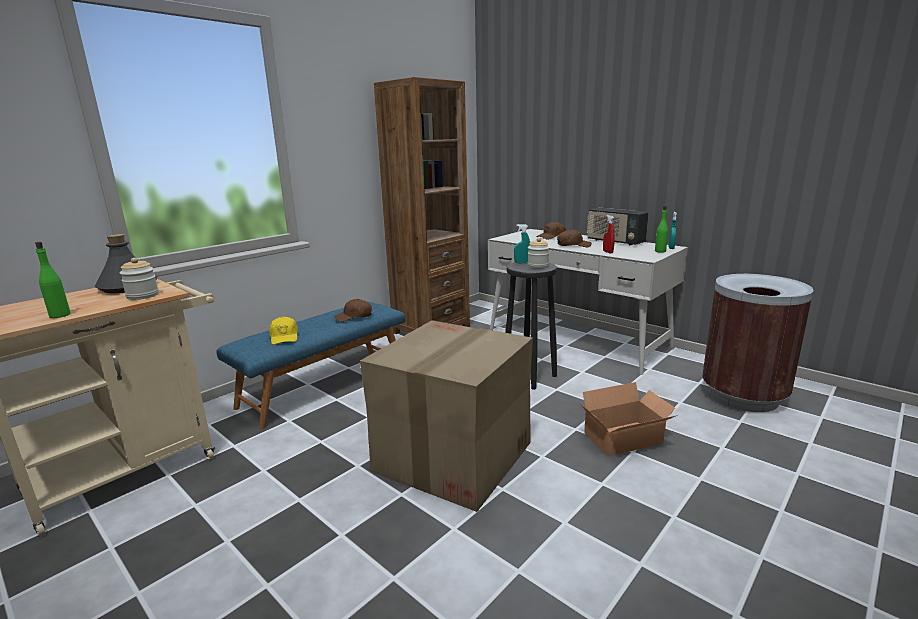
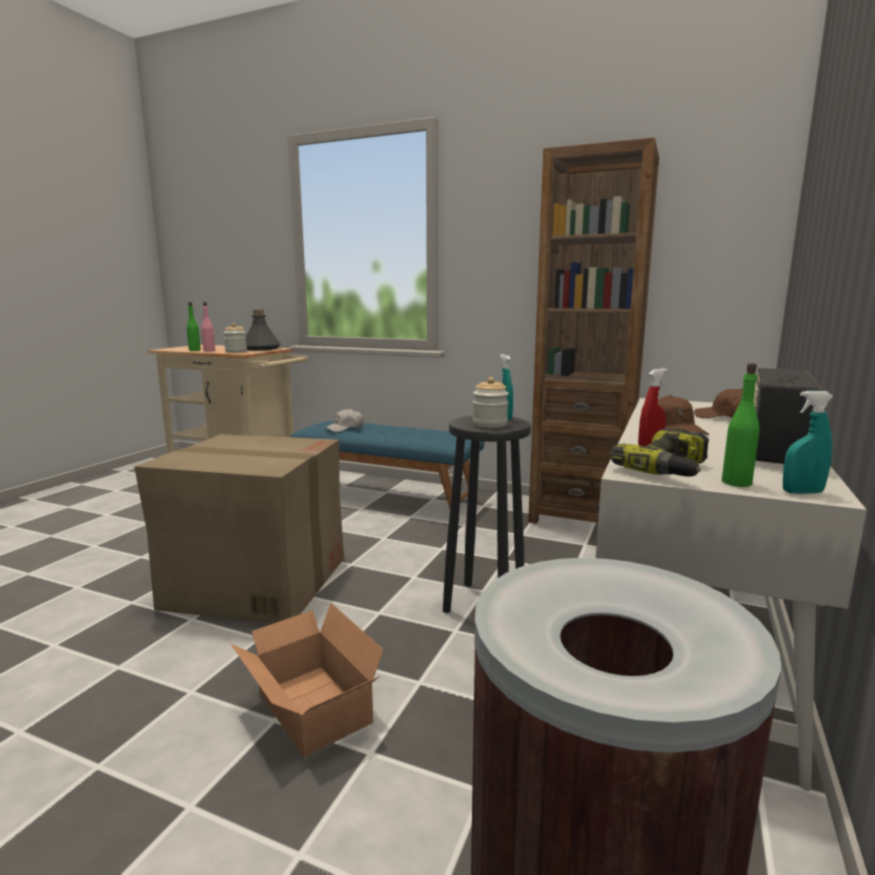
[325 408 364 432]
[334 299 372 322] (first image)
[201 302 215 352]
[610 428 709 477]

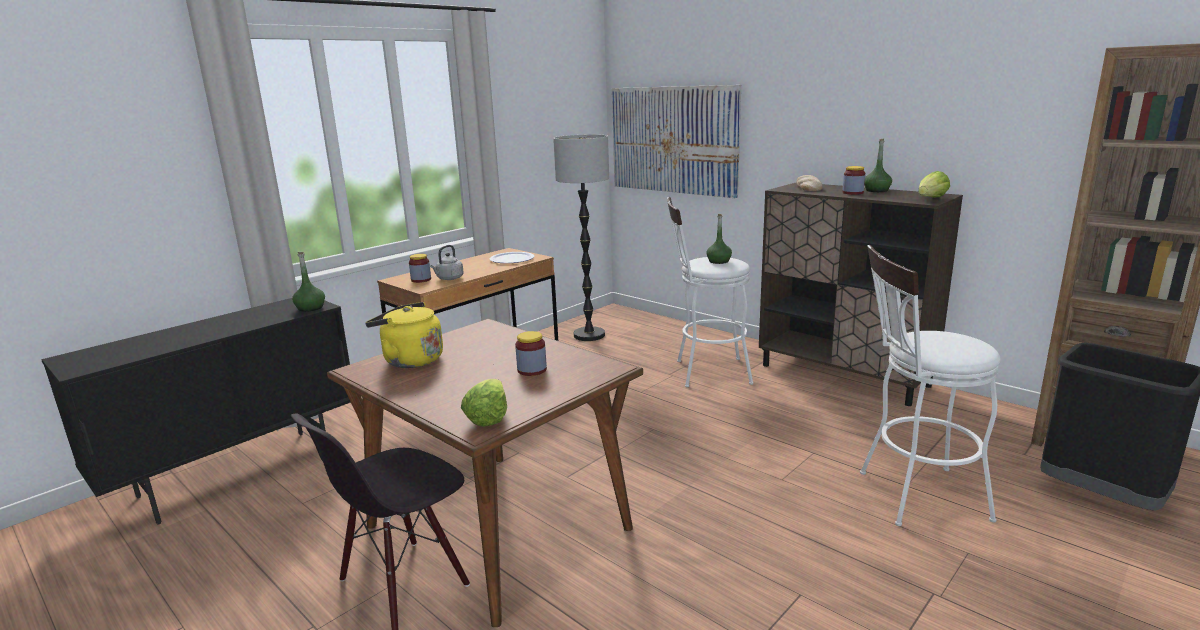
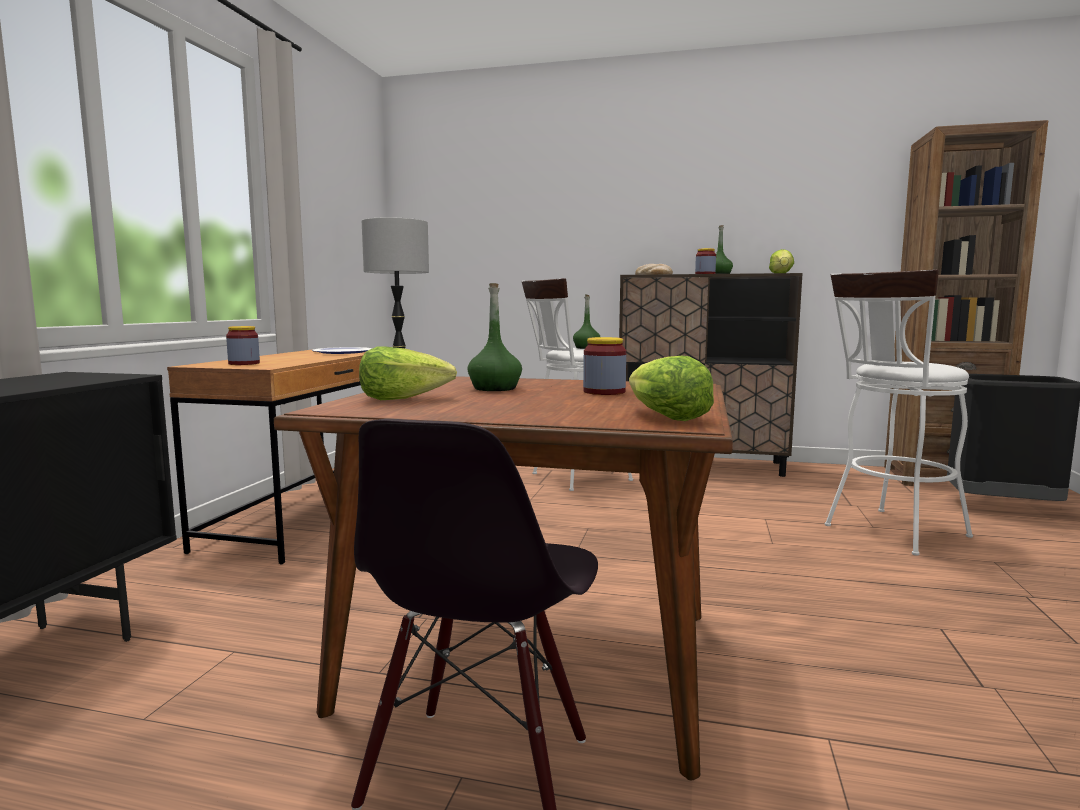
[468 283 522 391]
[359 347 457 400]
[430 245 464 280] (first image)
[612 85 741 198] (first image)

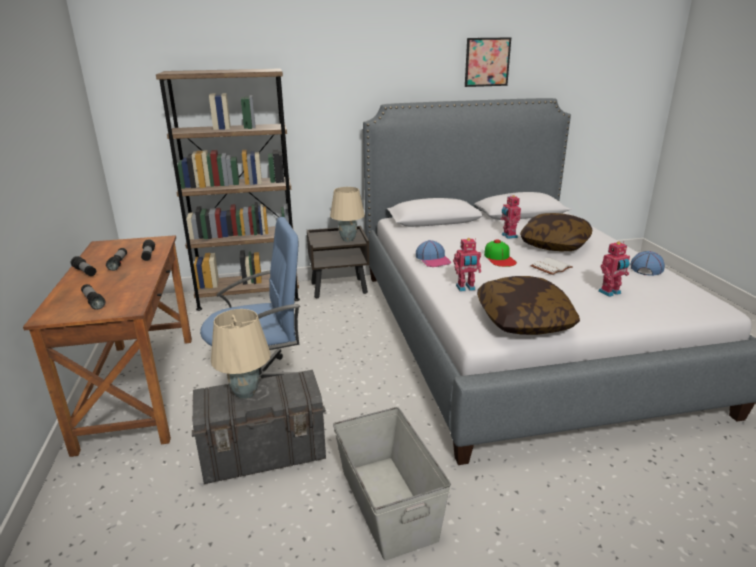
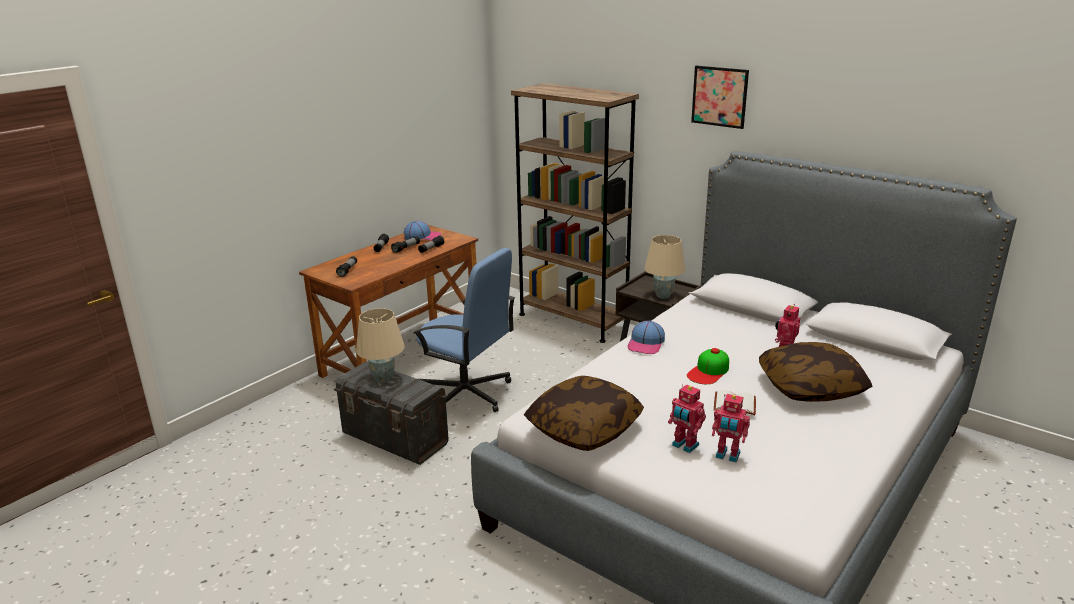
[333 407 451 561] (first image)
[668 384 706 453]
[691 66 749 129]
[404 221 441 240]

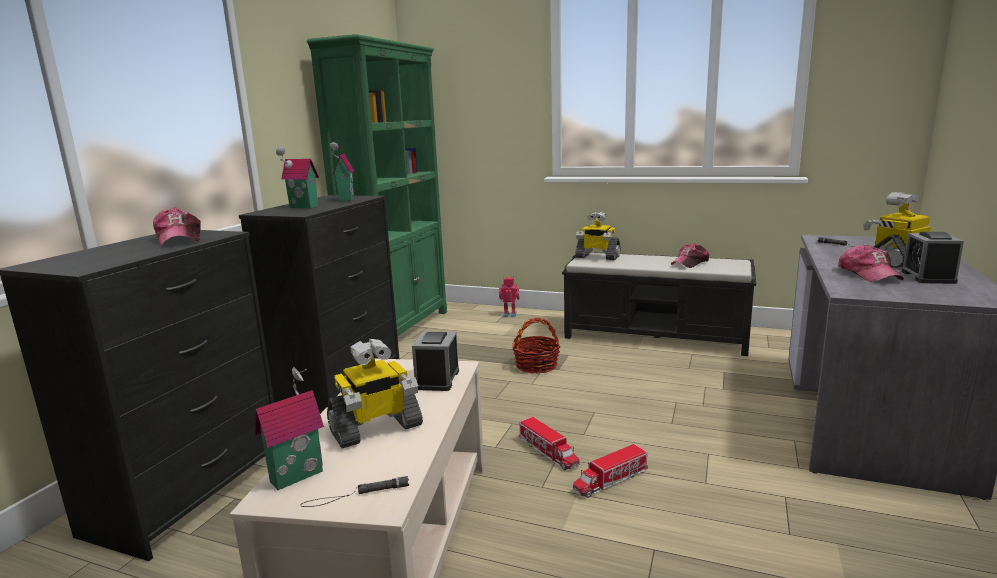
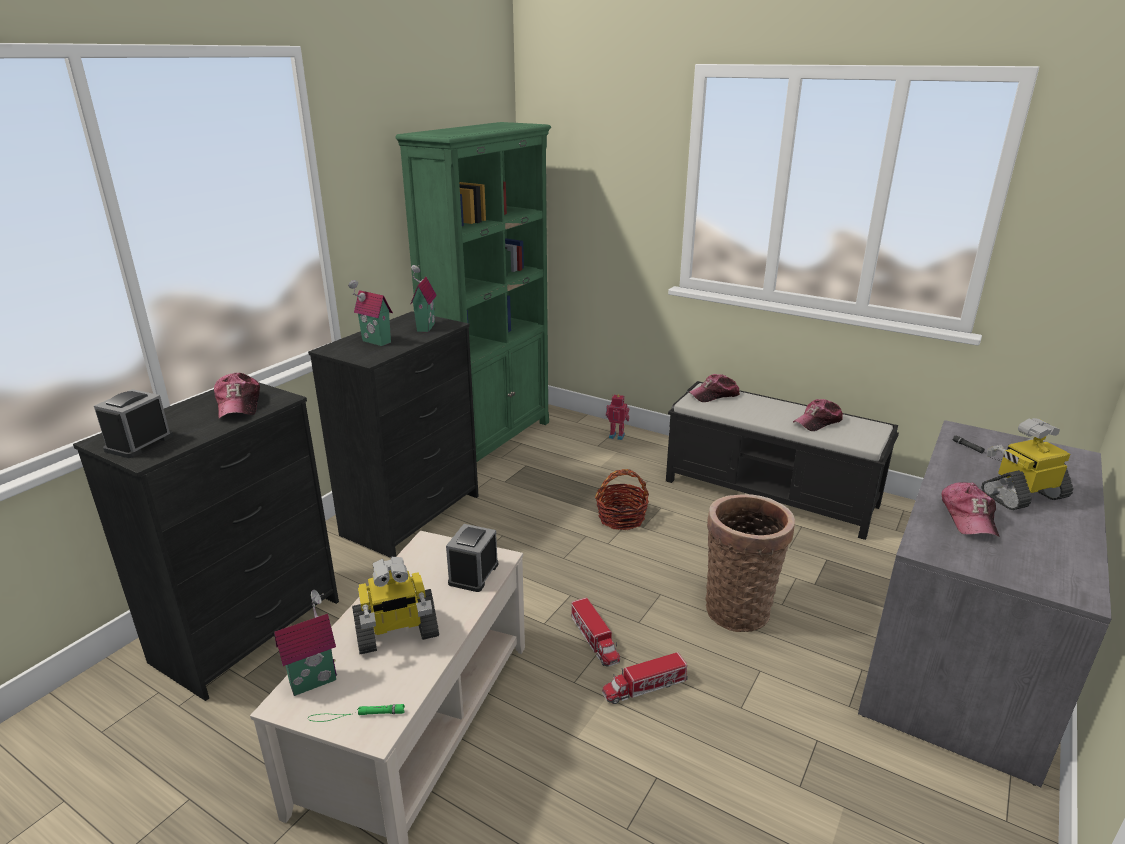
[308 704 405 722]
[689 374 740 402]
[94 389 173 458]
[705 494 795 632]

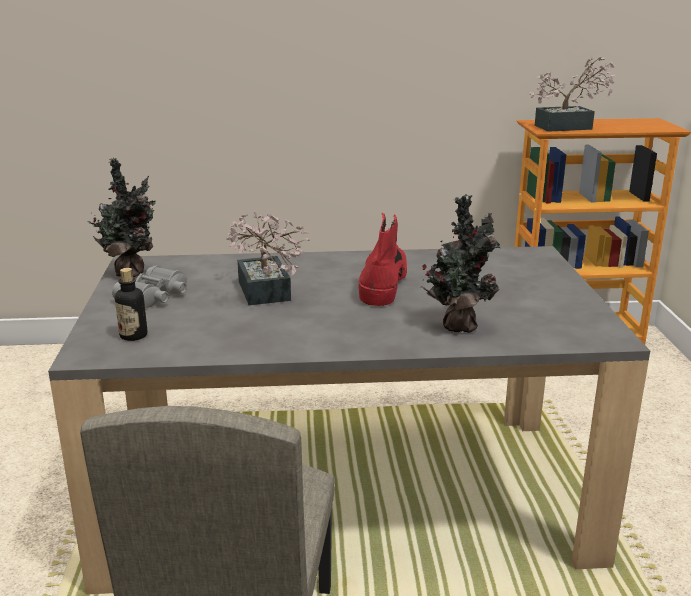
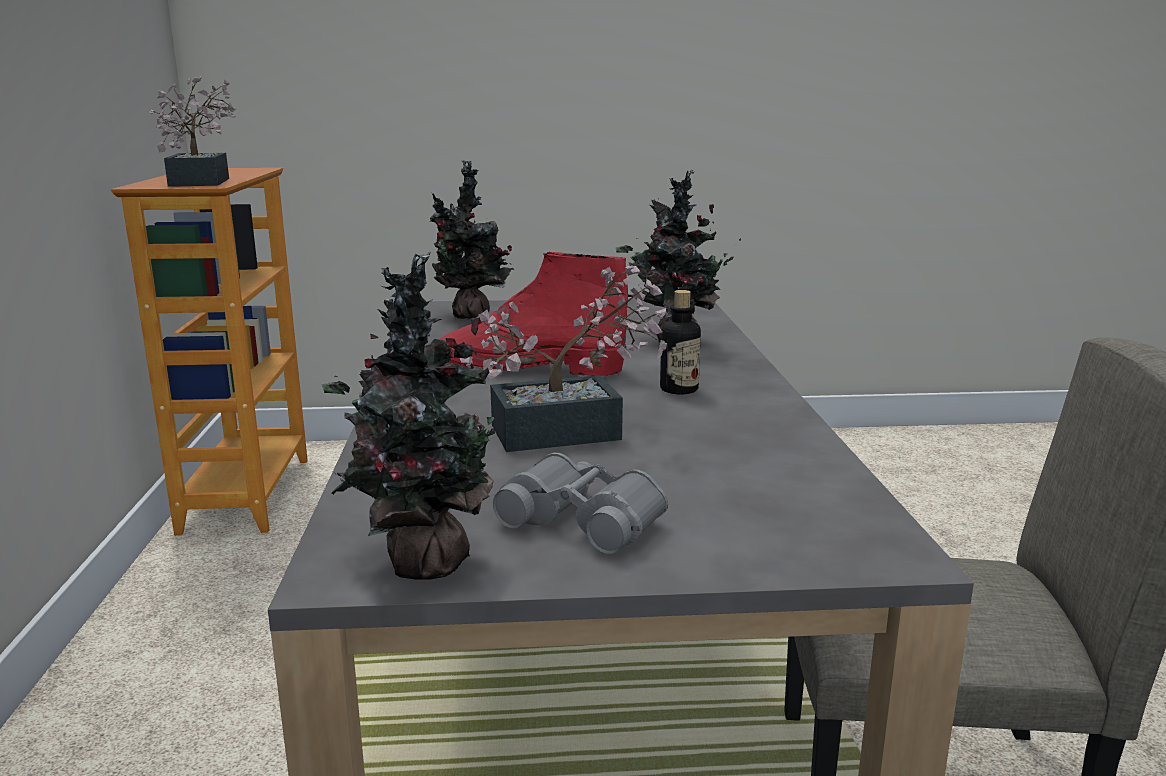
[660 290 701 395]
[430 160 514 319]

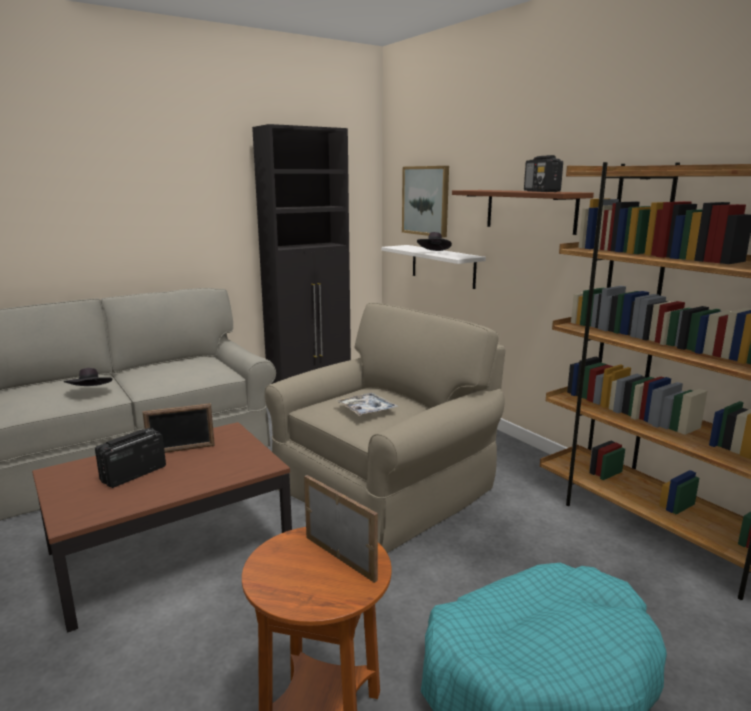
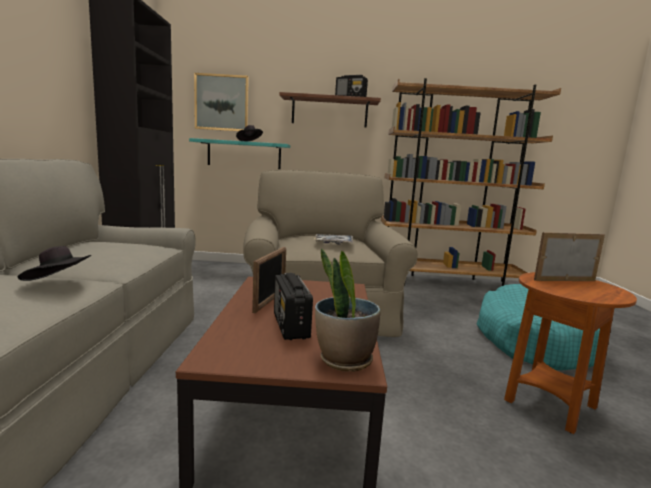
[189 138 290 169]
[315 248 381 372]

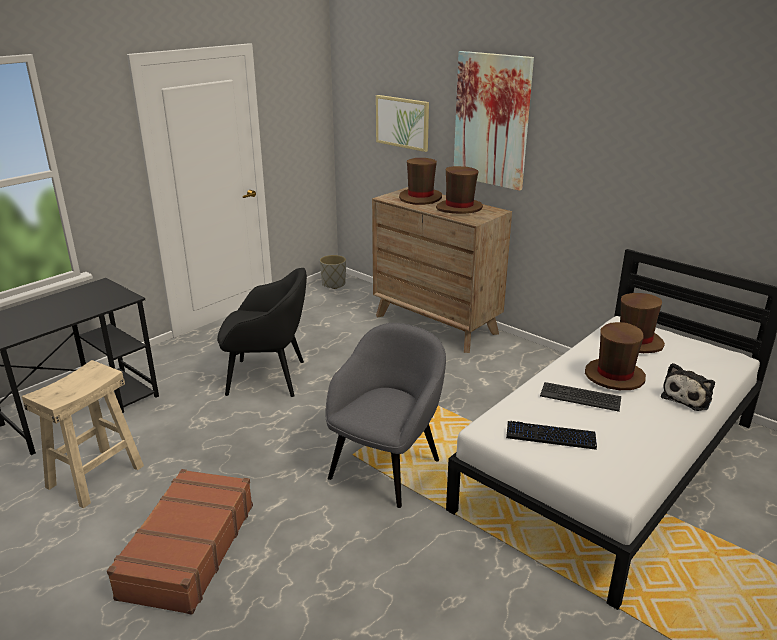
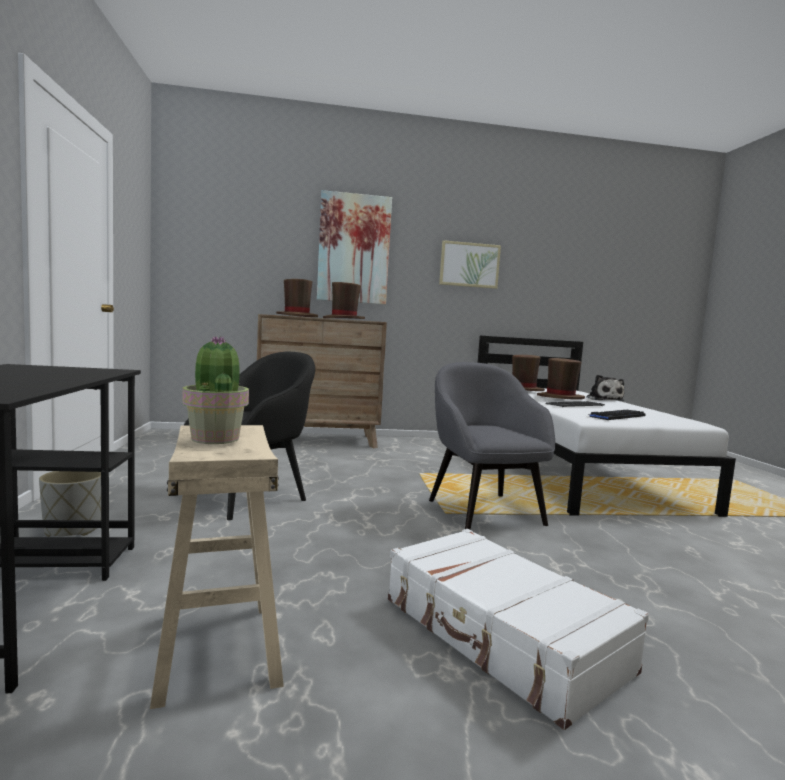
[388 529 649 730]
[39 471 101 537]
[439 240 501 289]
[182 336 249 444]

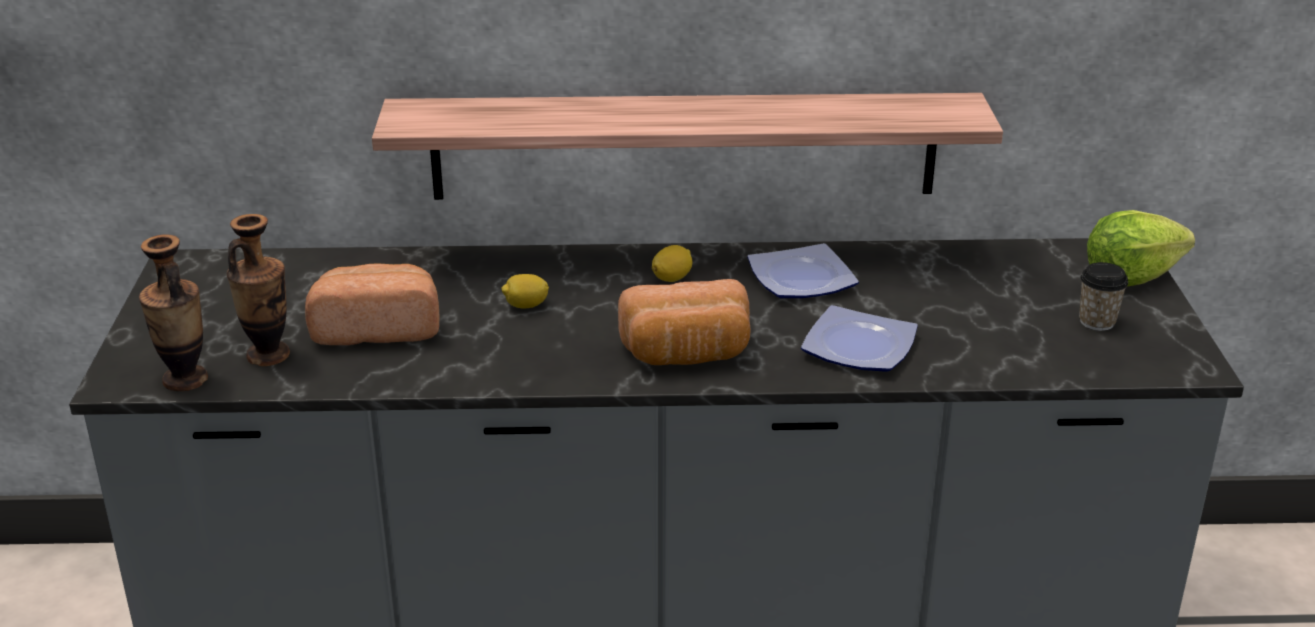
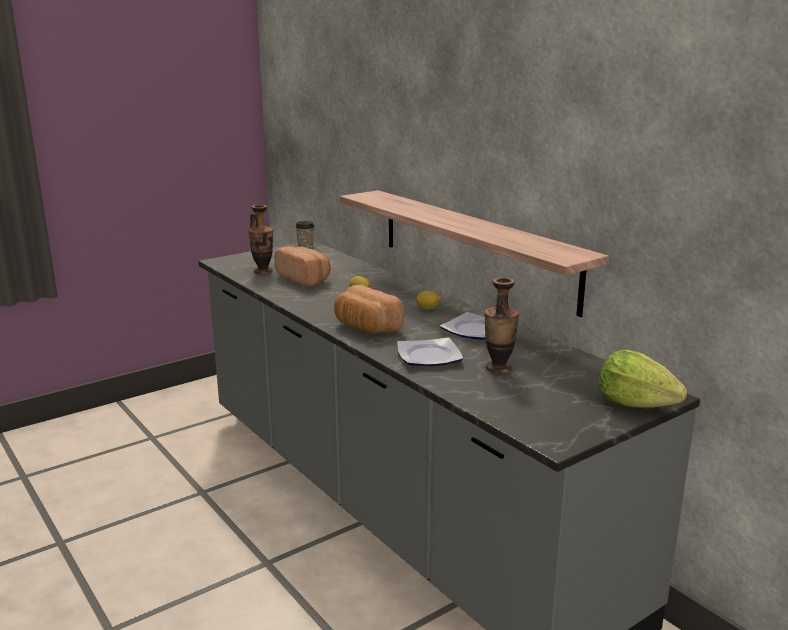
[484 278 519 374]
[296 221 314 248]

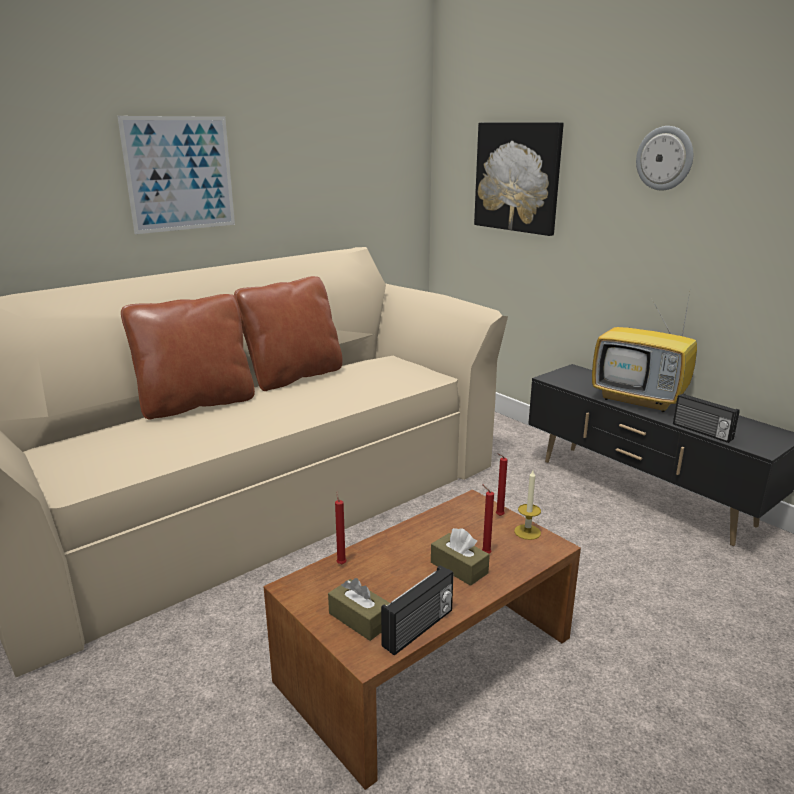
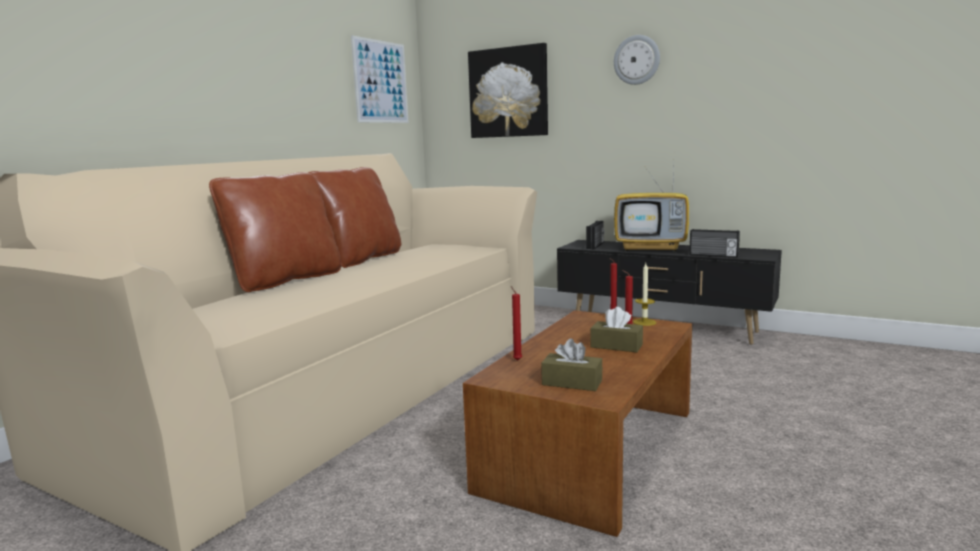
[351 35 409 123]
[586 221 605 250]

